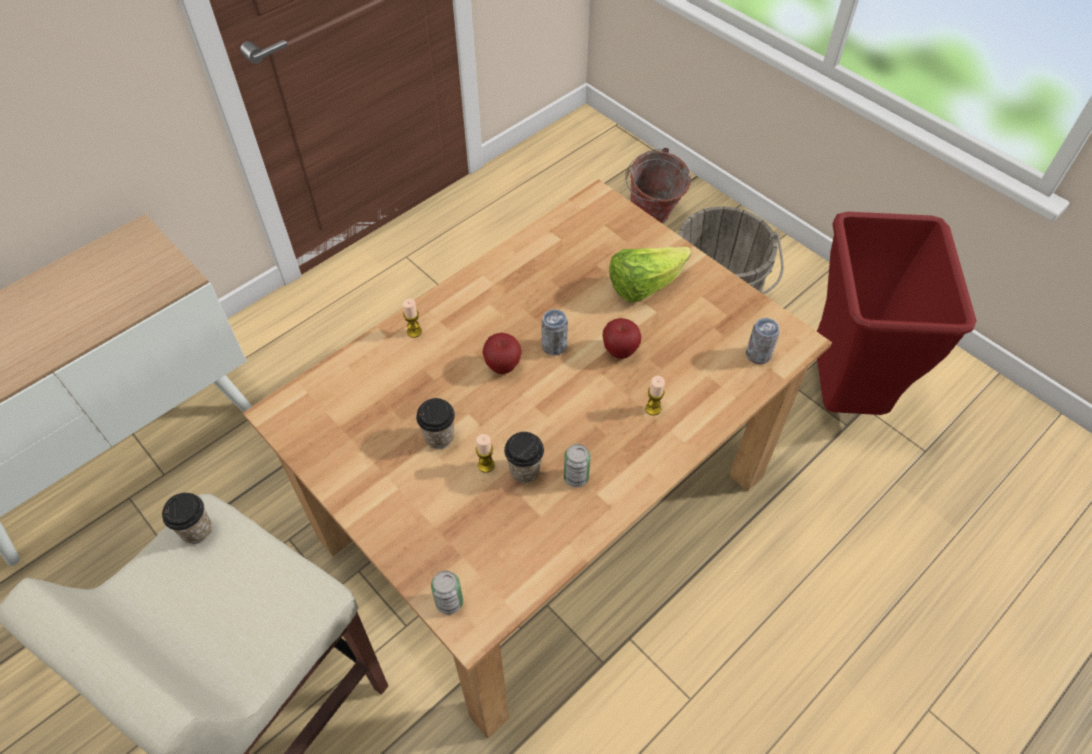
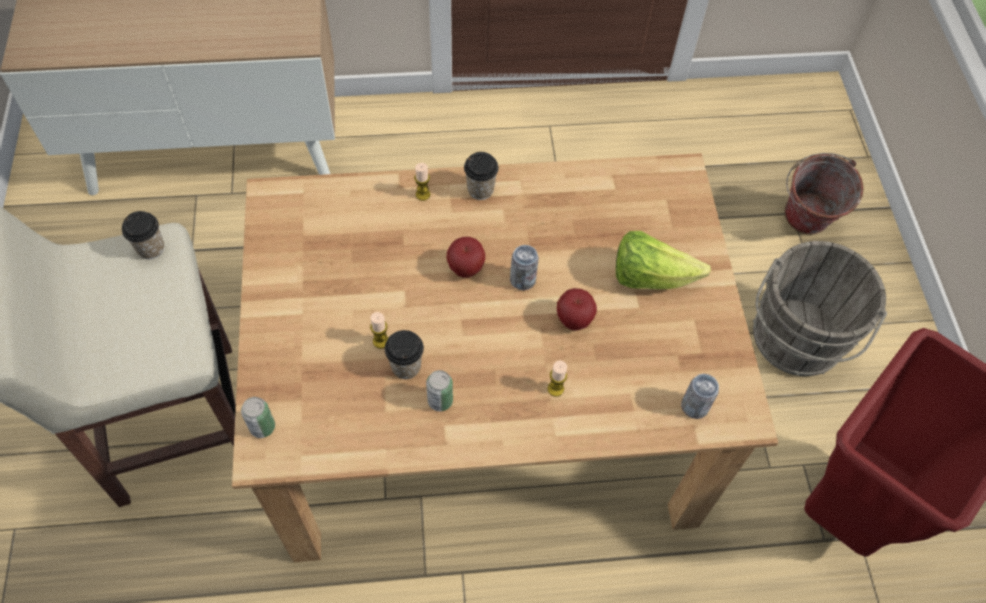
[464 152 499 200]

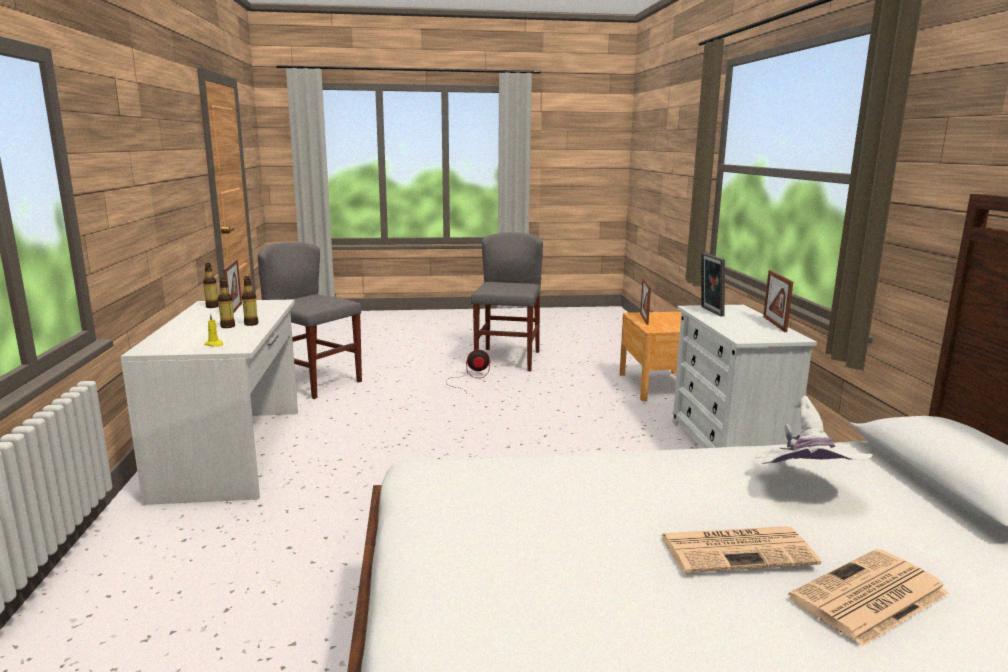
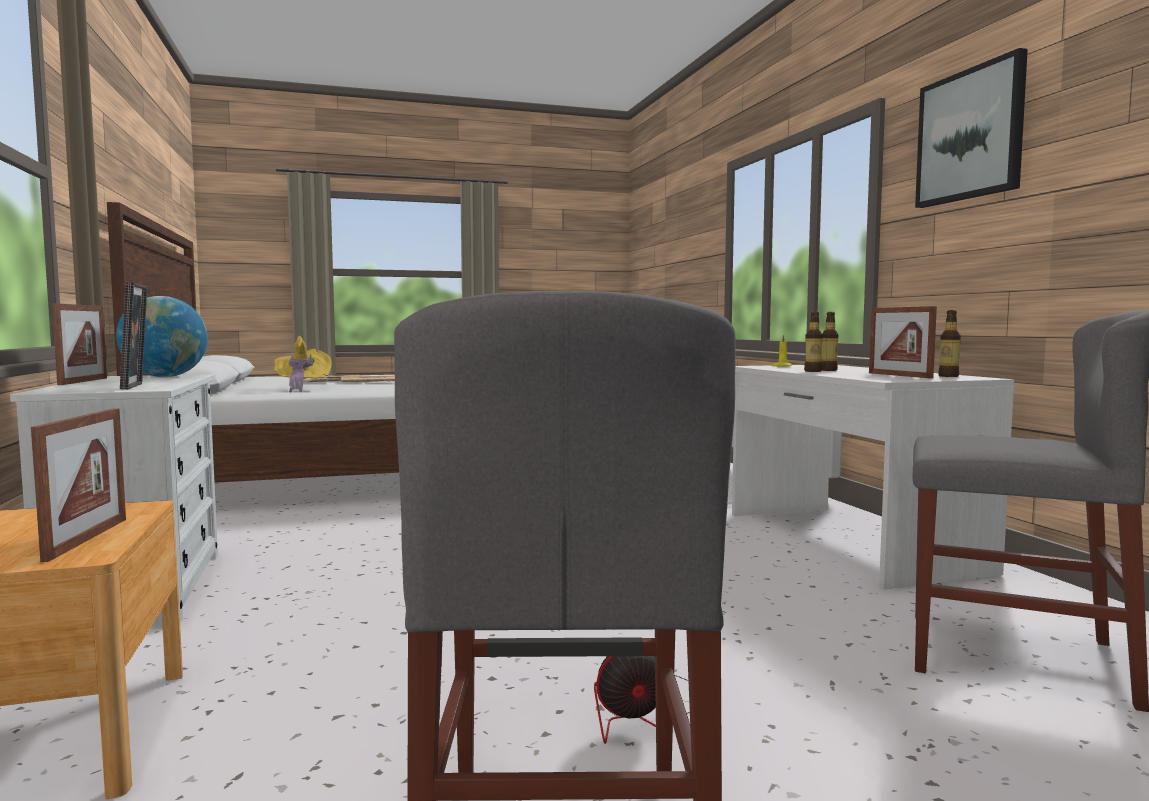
[274 336 332 392]
[116 296 208 377]
[915 48 1028 208]

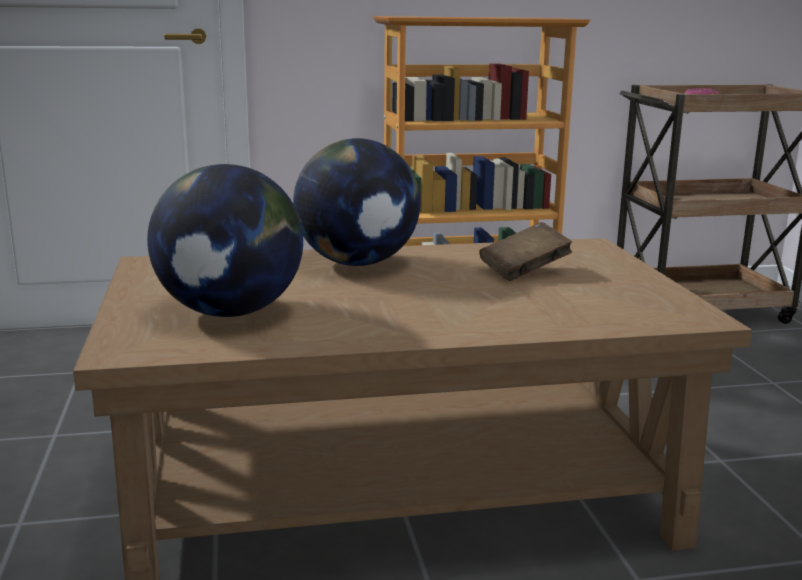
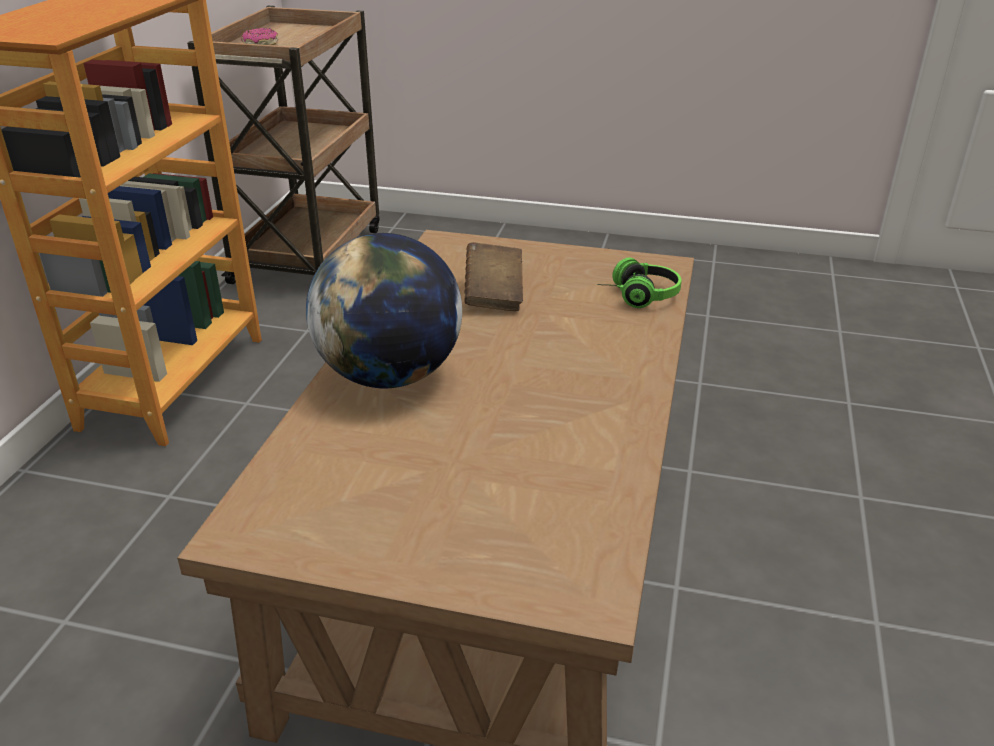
[147 164 303 317] (first image)
[598 258 682 308]

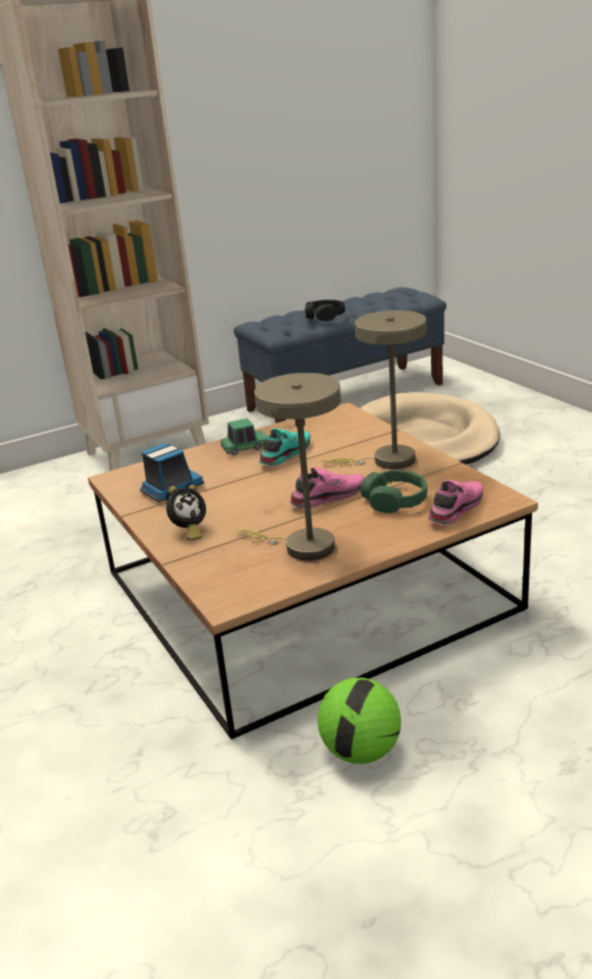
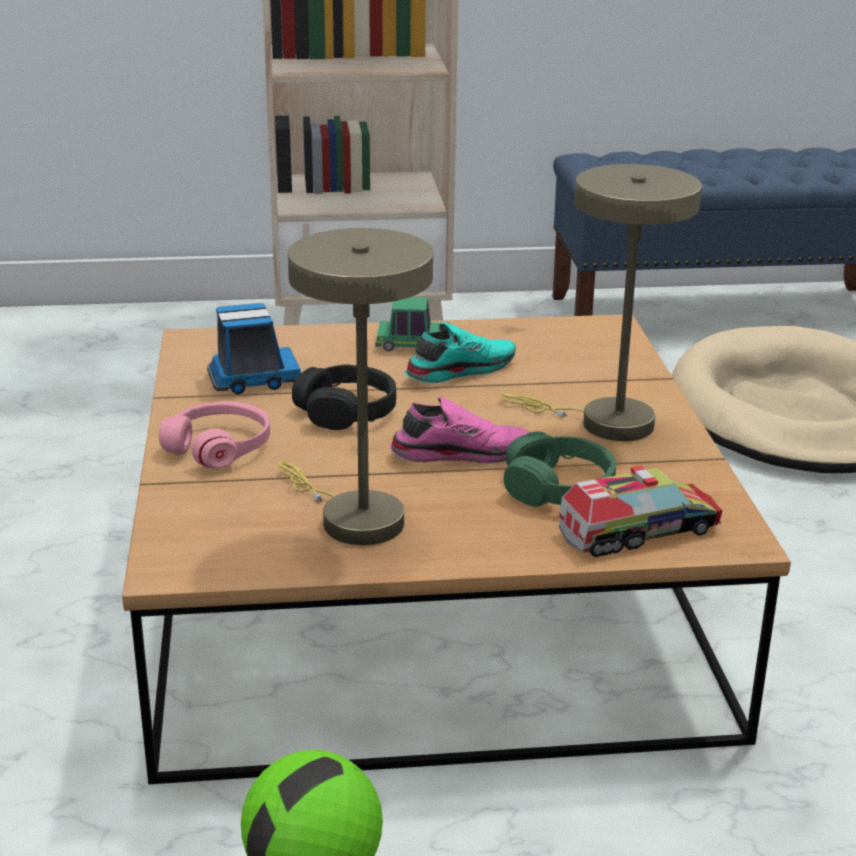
[159 401 270 469]
[292 365 396 430]
[559 466 723 557]

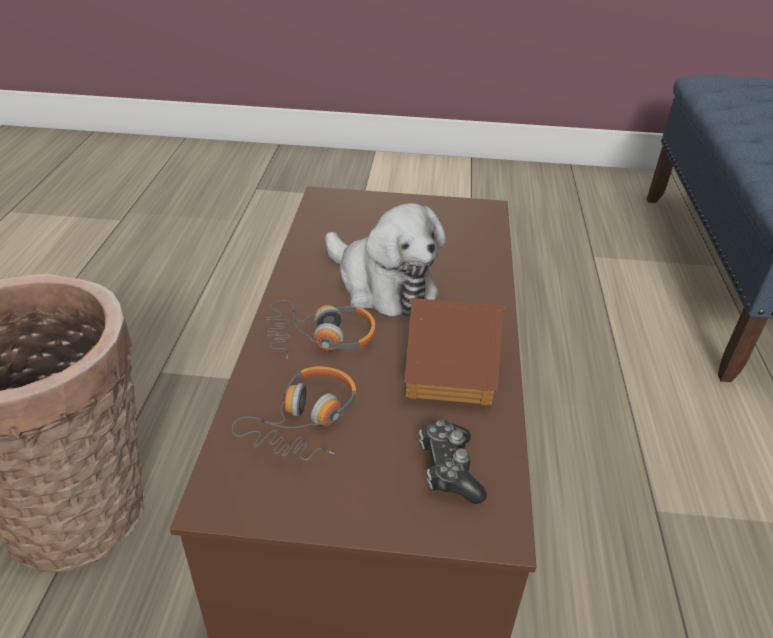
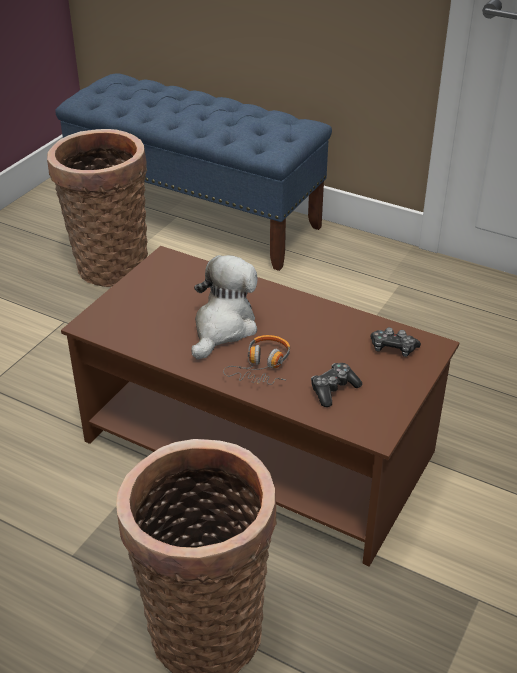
[311 363 362 407]
[191 255 258 359]
[404 298 505 405] (first image)
[47 129 148 287]

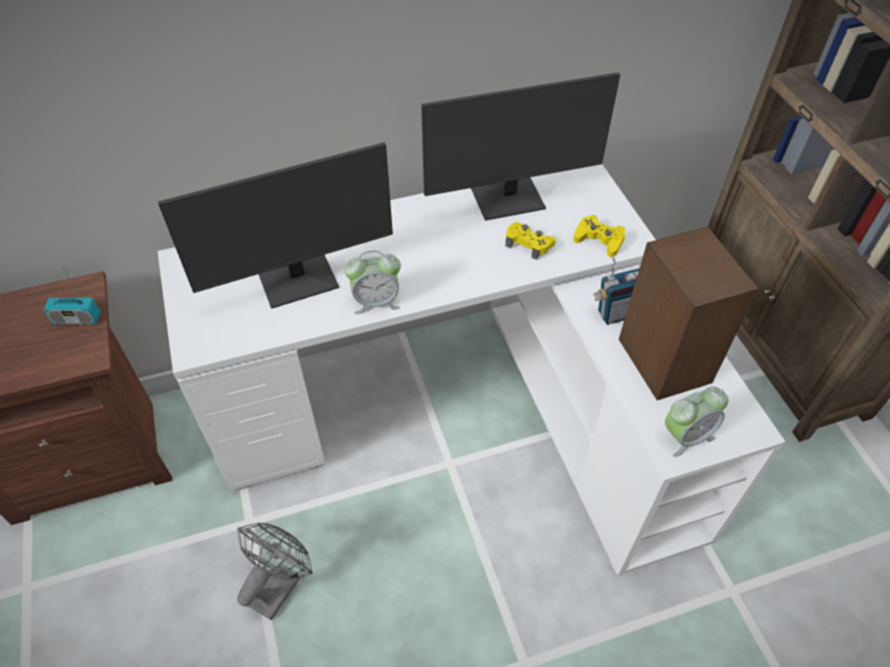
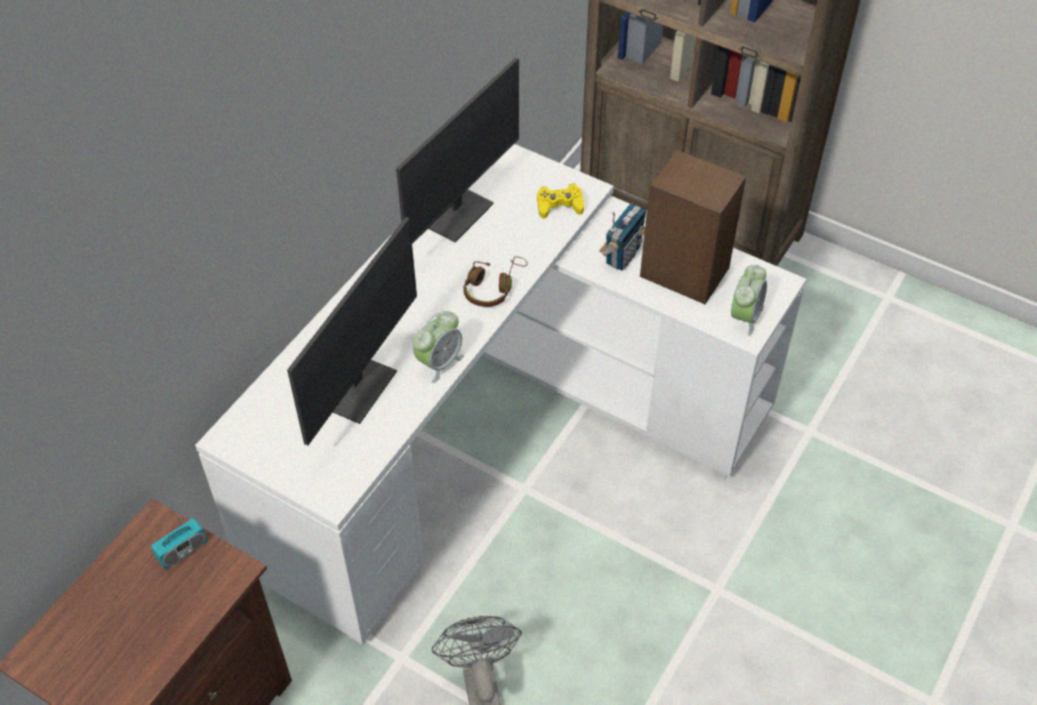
[506 222 556 260] (first image)
[463 256 527 307]

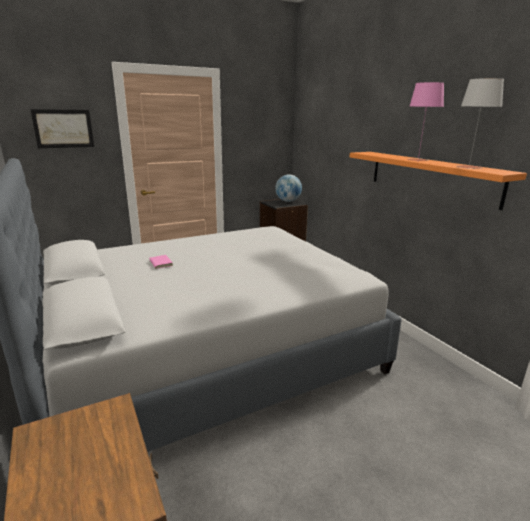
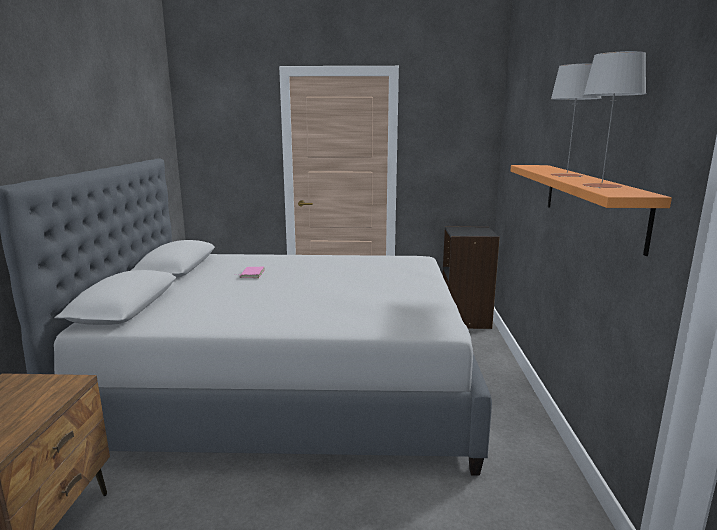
[30 109 94 148] (first image)
[275 174 302 202] (first image)
[550 64 602 177]

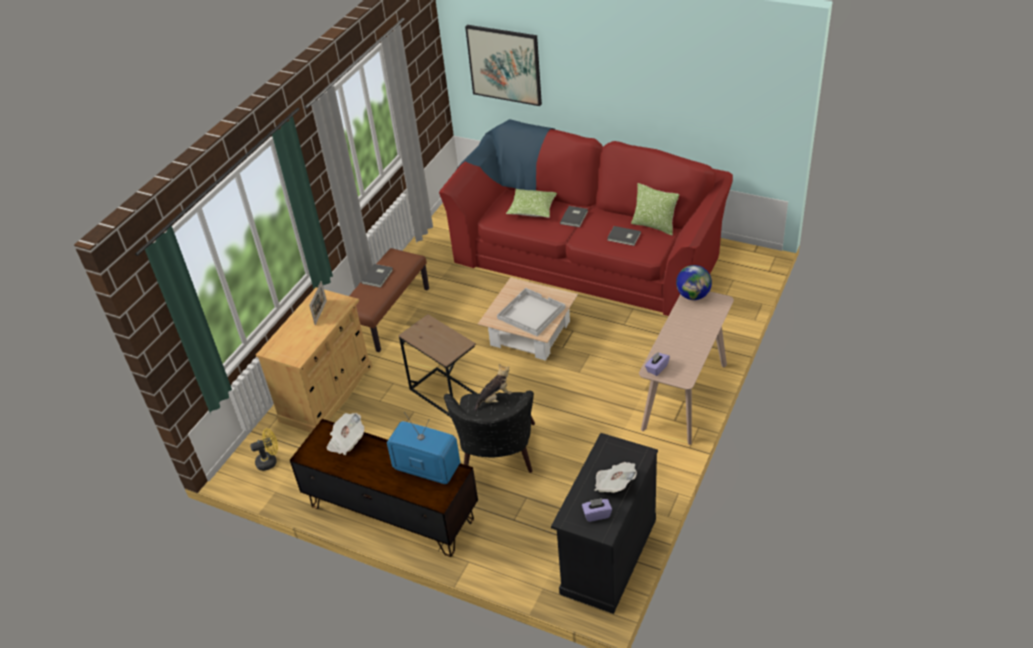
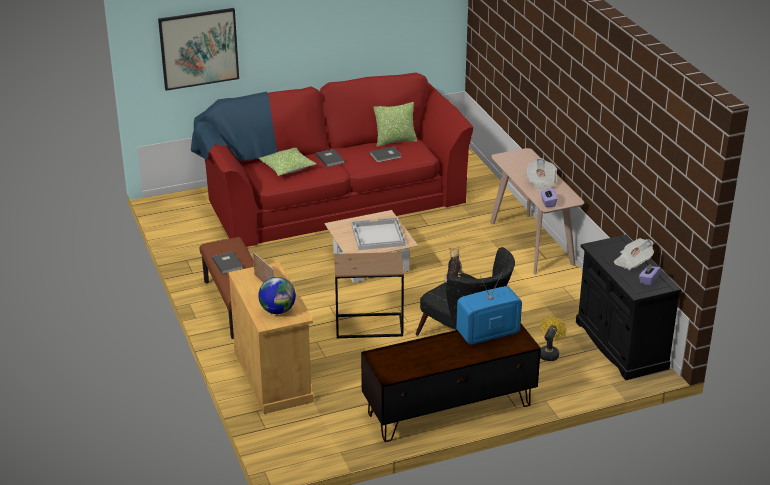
[540 317 567 361]
[526 158 557 191]
[258 277 296 314]

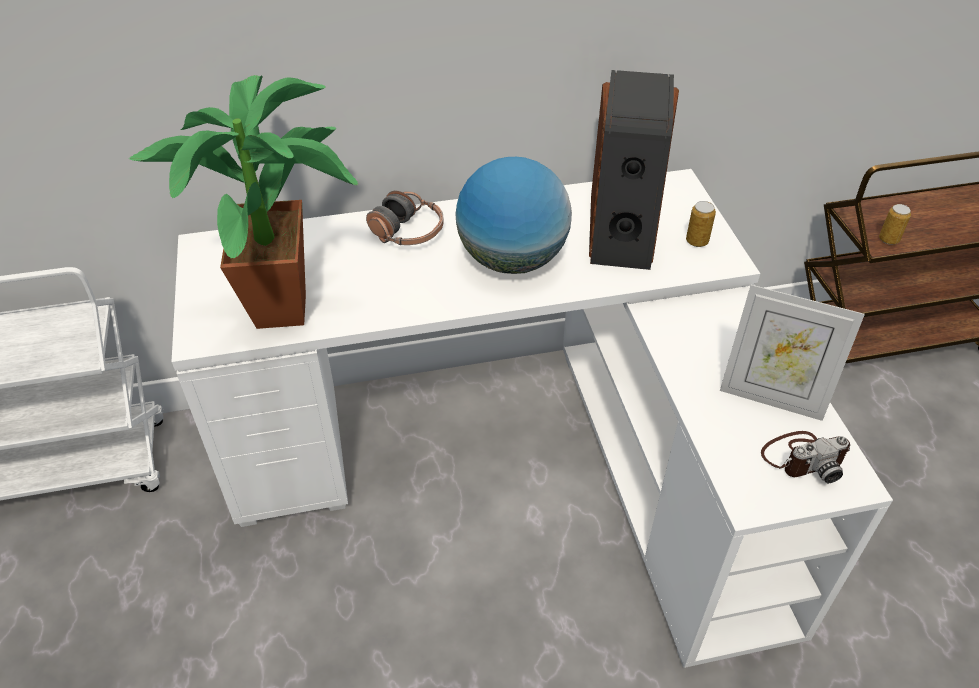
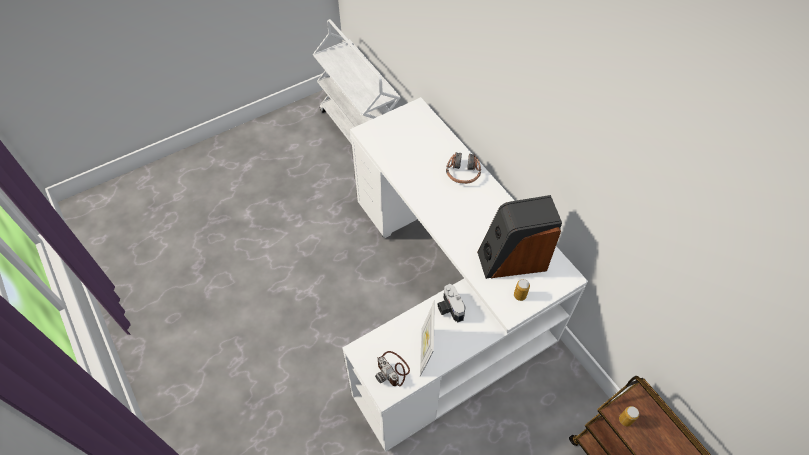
[129 75 358 329] (first image)
[455 157 572 274] (first image)
[437 284 465 322]

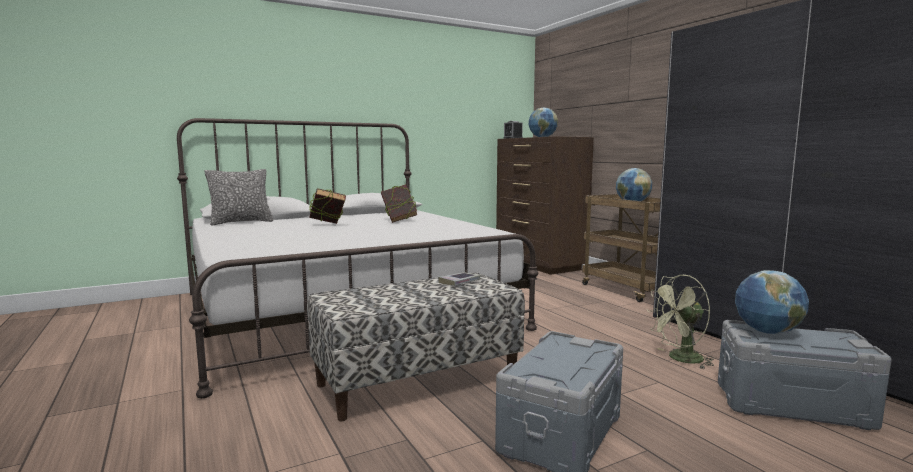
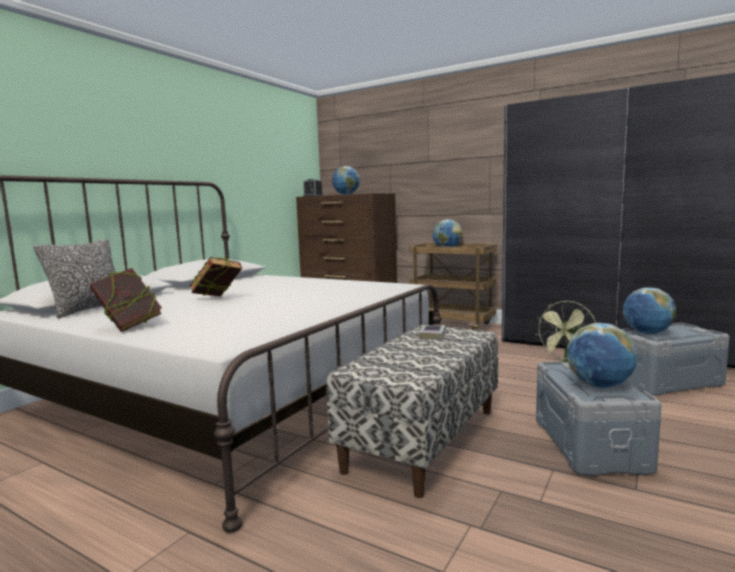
[90 268 162 332]
[567 323 637 388]

